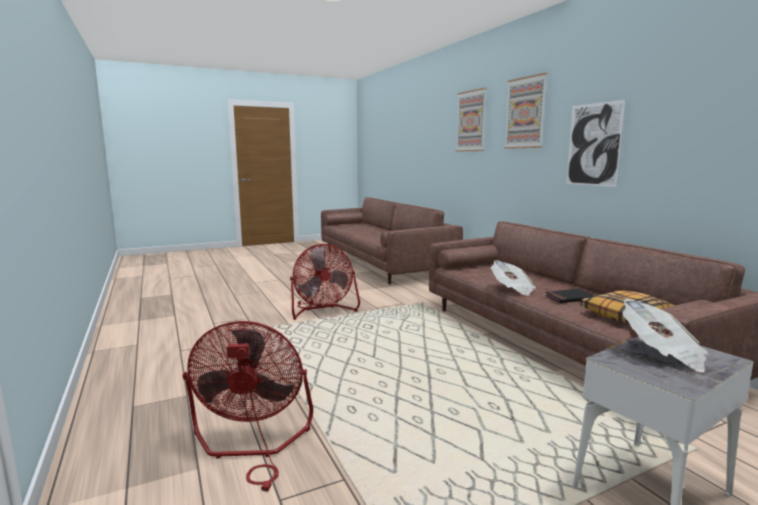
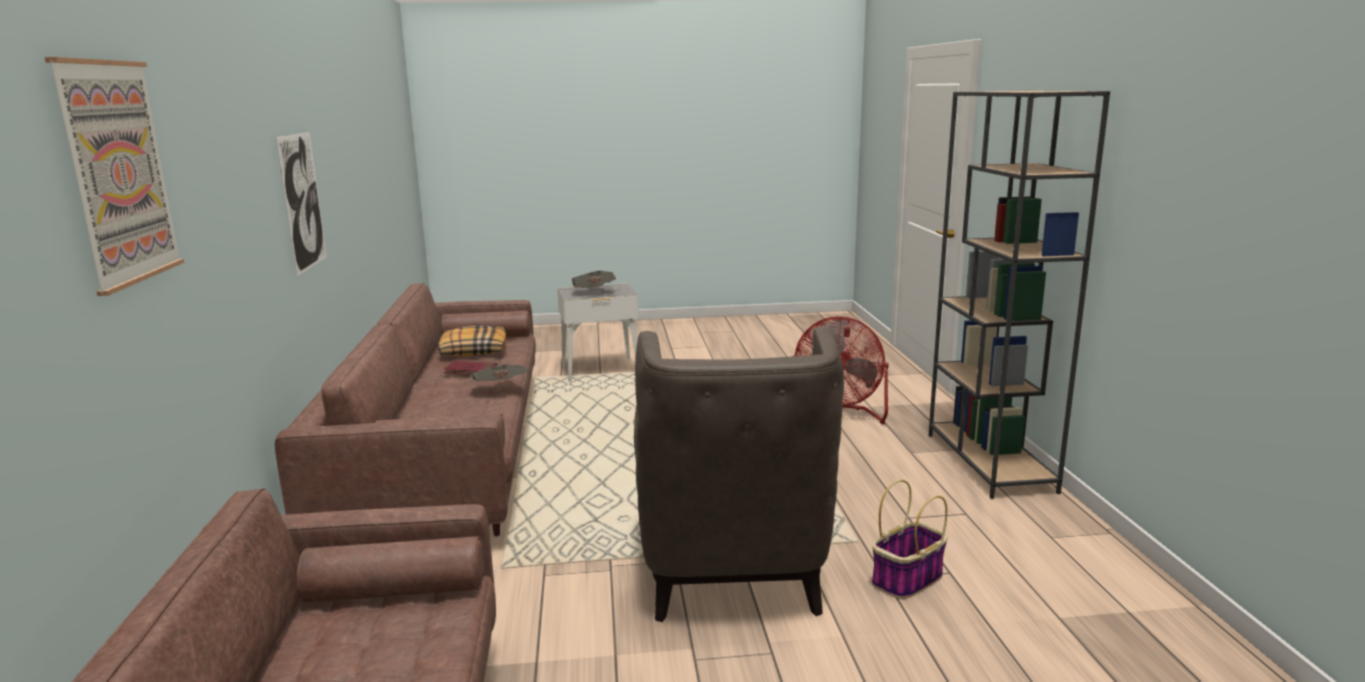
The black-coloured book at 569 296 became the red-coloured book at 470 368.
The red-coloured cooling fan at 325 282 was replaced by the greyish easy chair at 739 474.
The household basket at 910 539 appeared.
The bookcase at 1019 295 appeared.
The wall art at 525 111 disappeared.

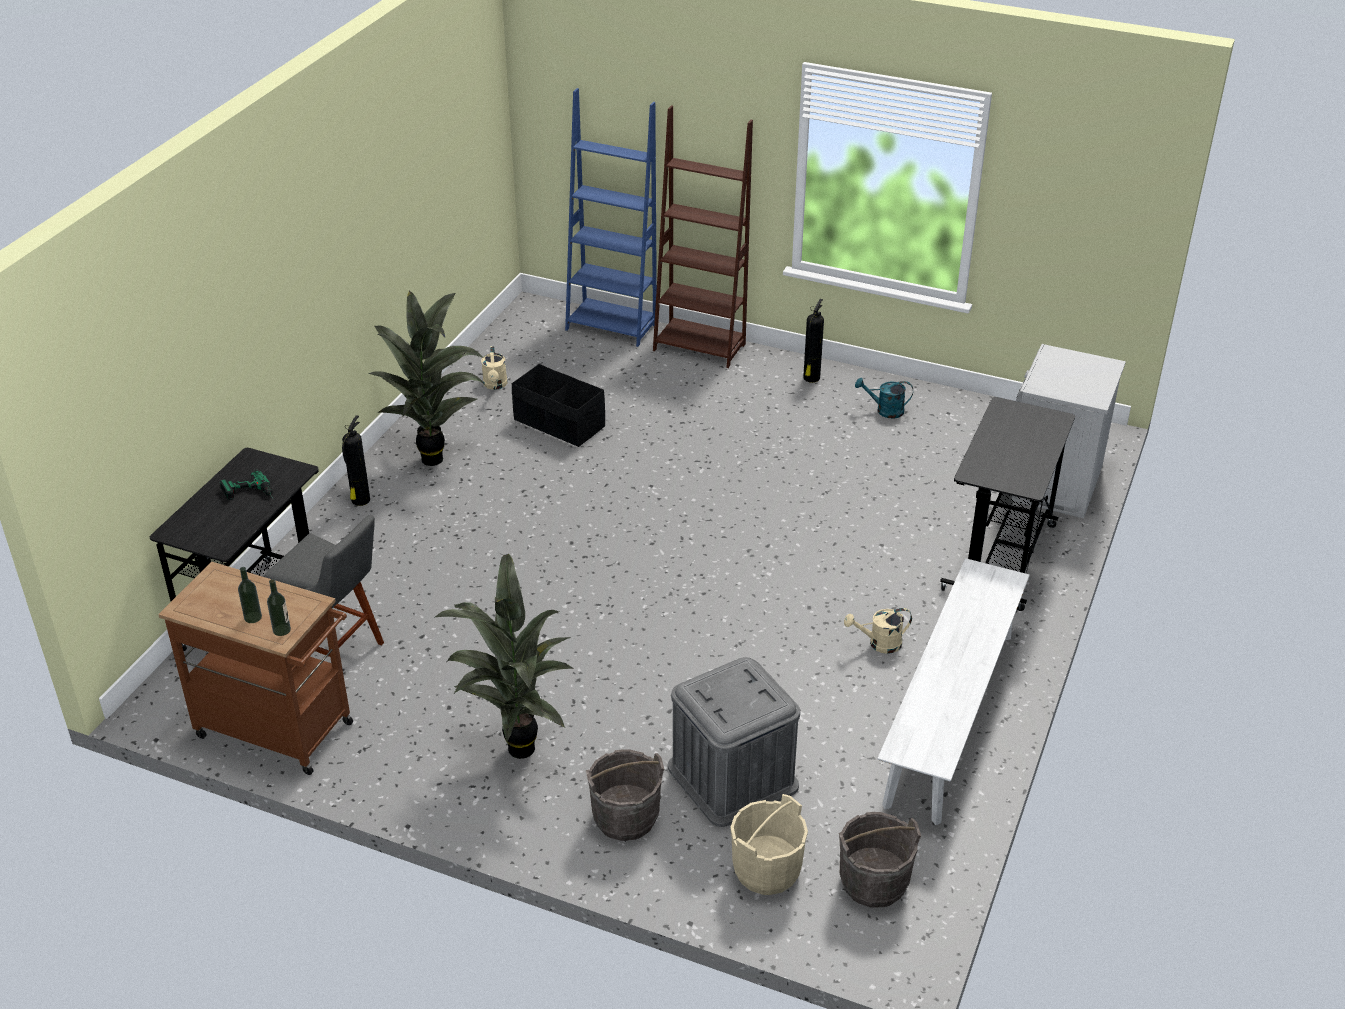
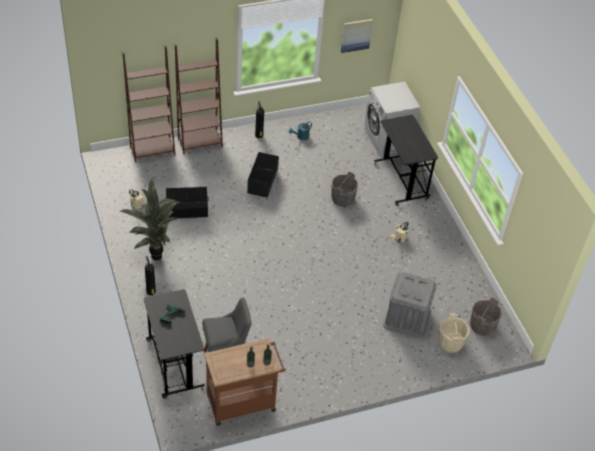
The blue-coloured bookcase at 611 217 became the brown-coloured bookcase at 148 103.
The black-coloured storage container at 263 175 appeared.
The greyish bucket moved from 625 795 to 344 189.
The wall art at 357 36 appeared.
The potted plant at 504 656 disappeared.
The white-coloured indoor bench at 954 691 disappeared.

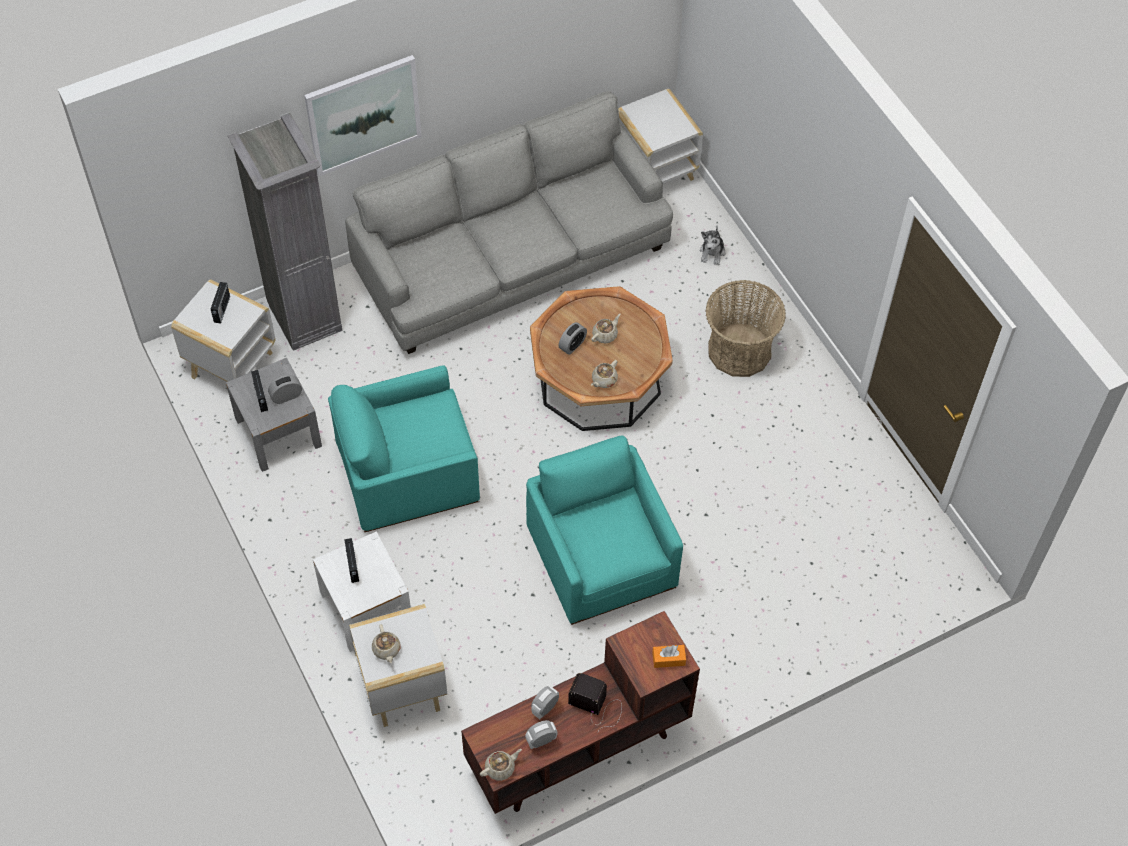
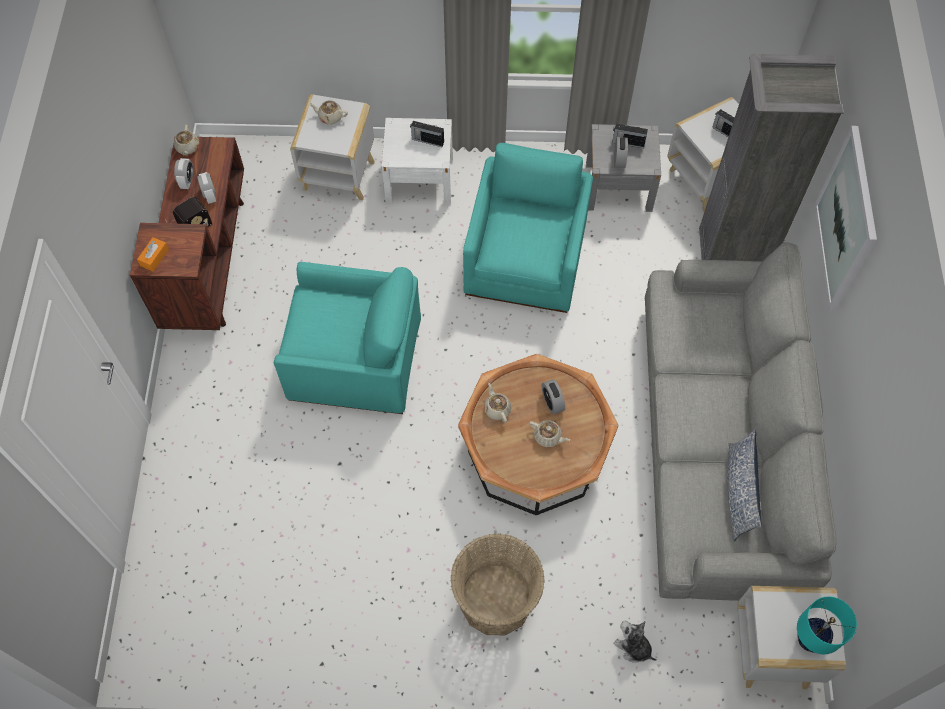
The sand-coloured teapot at 606 328 turned 45 degrees counterclockwise.
The throw pillow at 745 485 appeared.
The blue-green table lamp at 827 625 appeared.

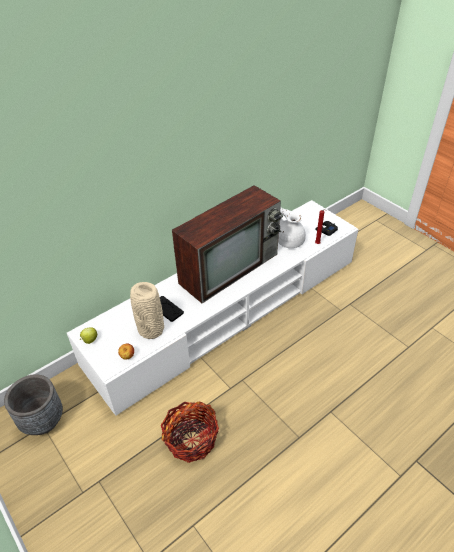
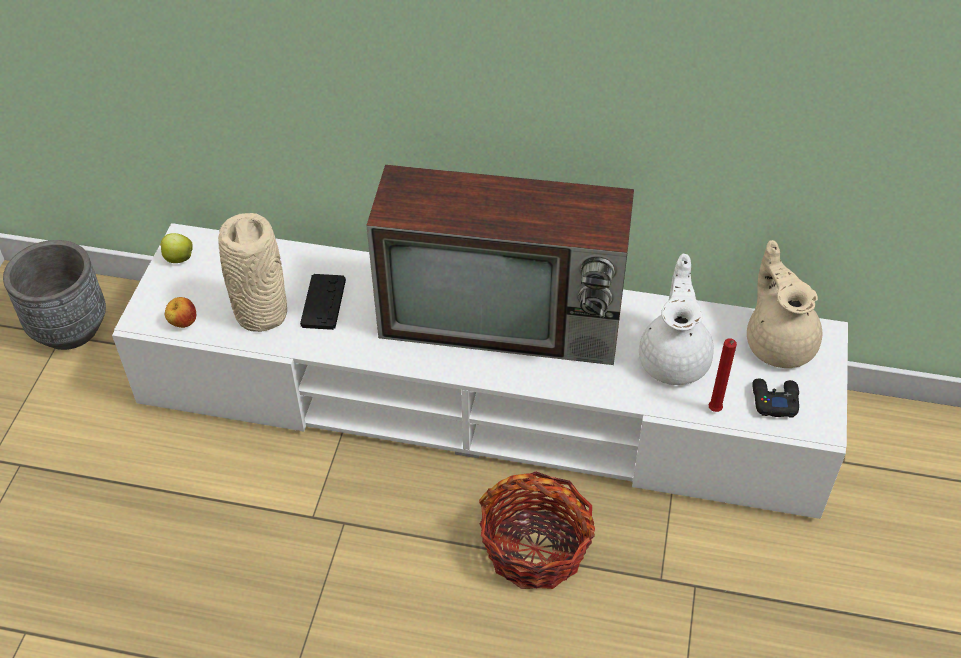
The household basket moved from 190 432 to 537 530.
The sand-coloured teapot at 784 304 appeared.

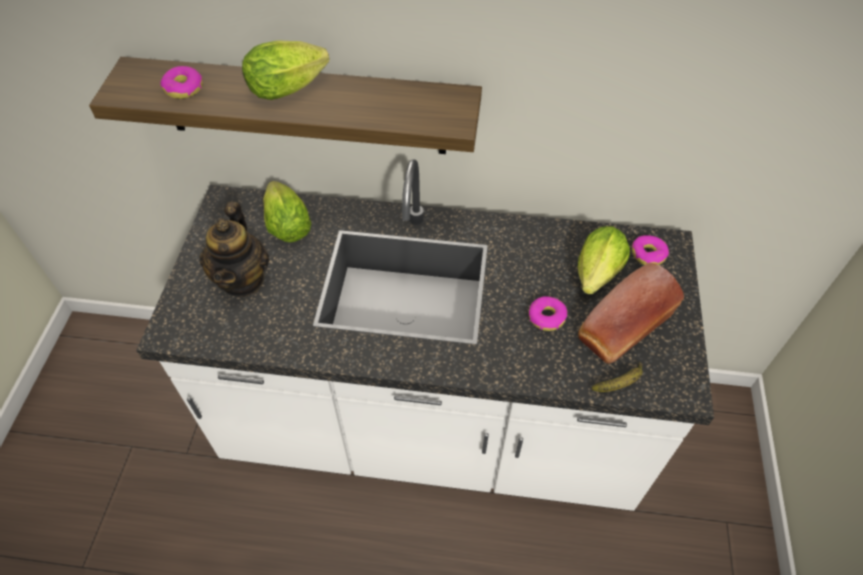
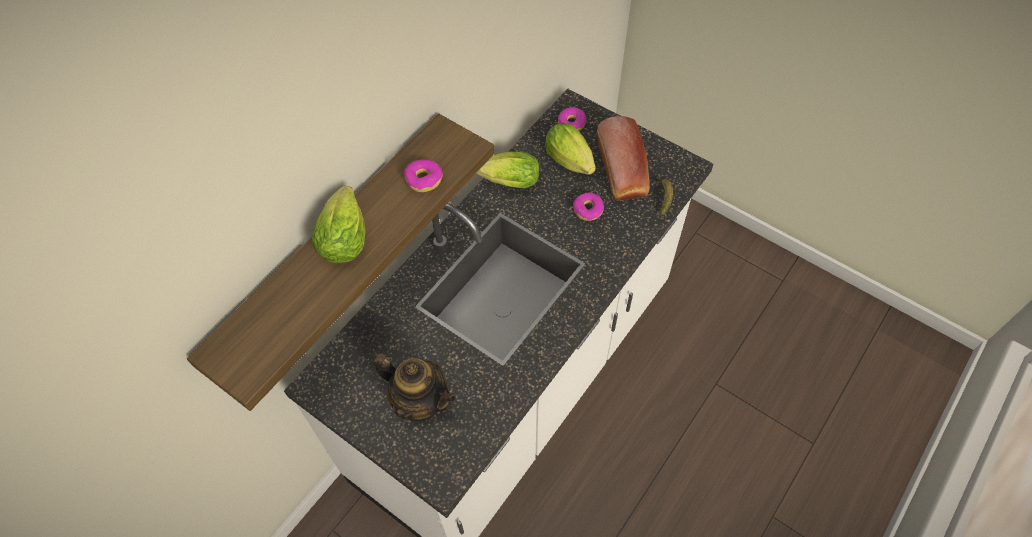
The donut moved from 181 82 to 423 175.
The head of lettuce moved from 287 212 to 507 170.

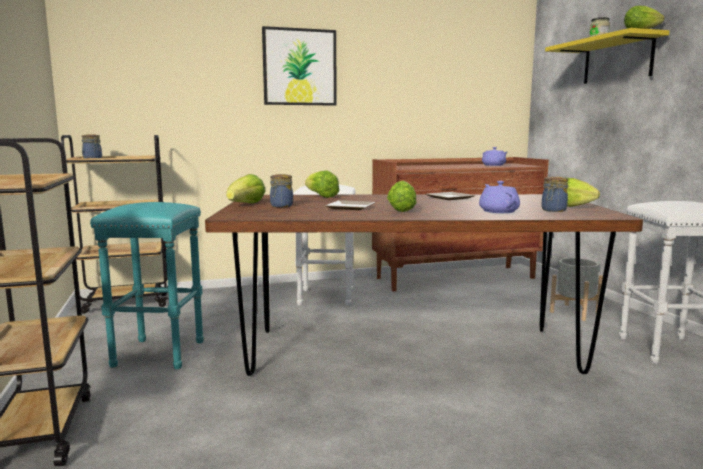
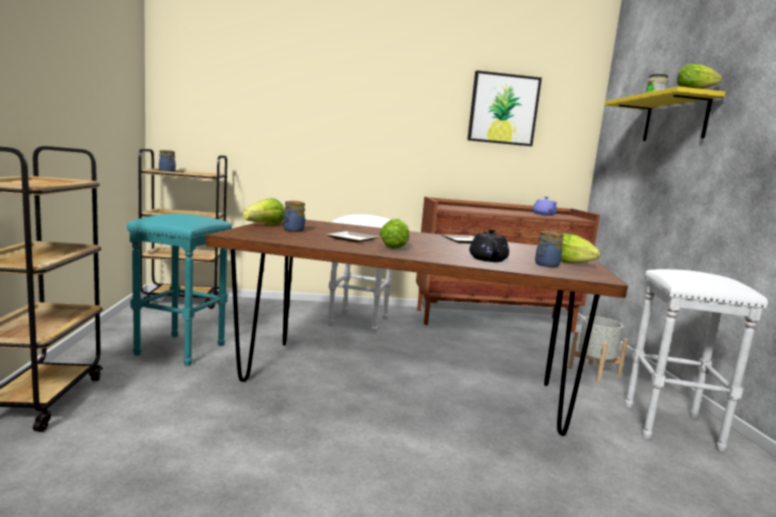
The wall art moved from 299 66 to 504 108.
The purple teapot at 499 197 became the black-coloured teapot at 489 245.
The head of lettuce at 322 184 disappeared.

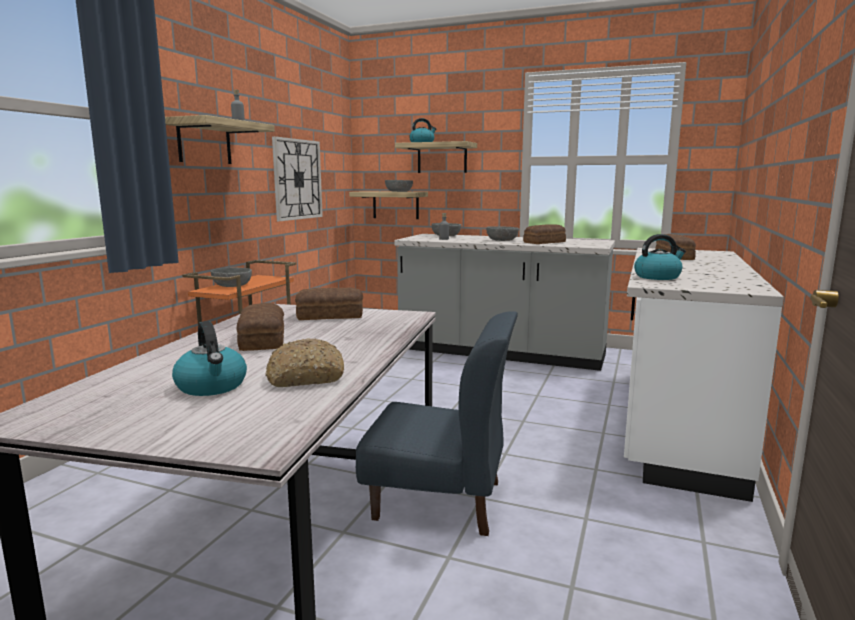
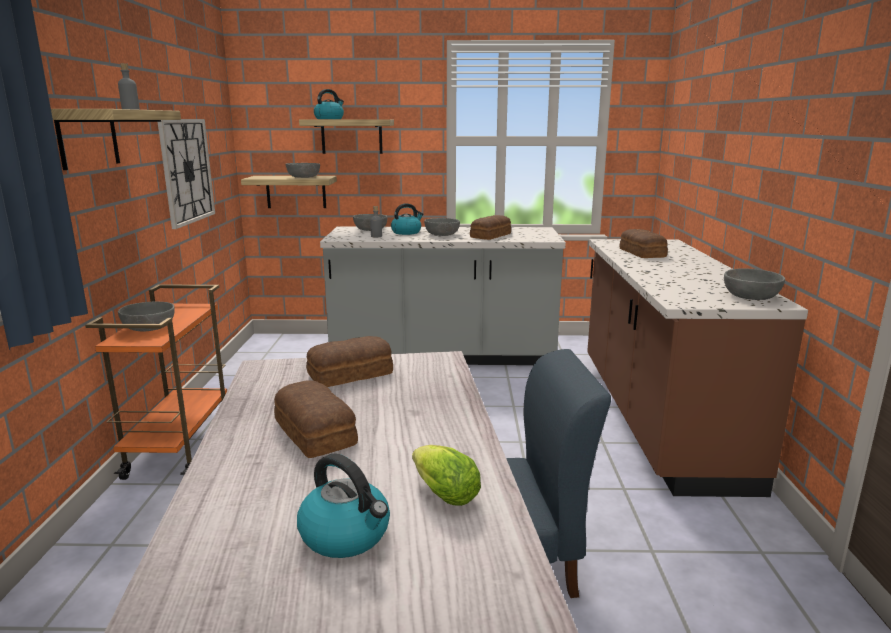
The kettle moved from 660 257 to 407 219.
The bakery bread at 304 362 was replaced by the head of lettuce at 446 475.
The white-coloured counter at 704 375 became the brown-coloured counter at 697 368.
The greyish bowl at 754 284 appeared.

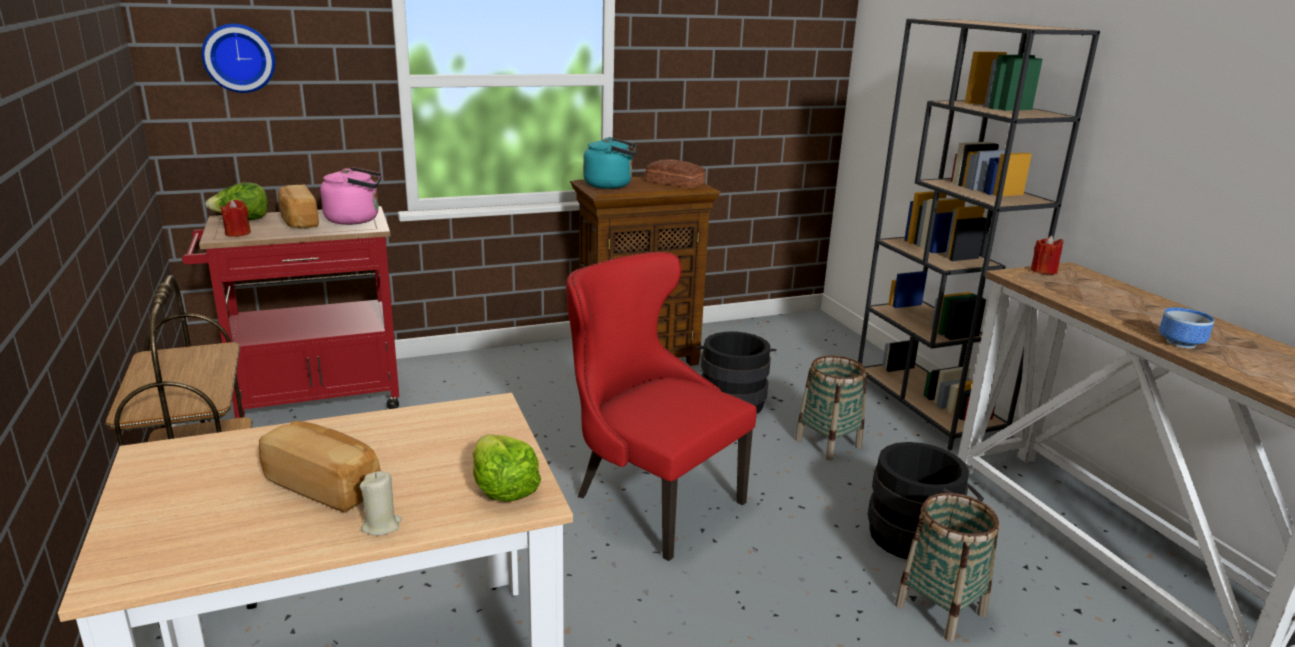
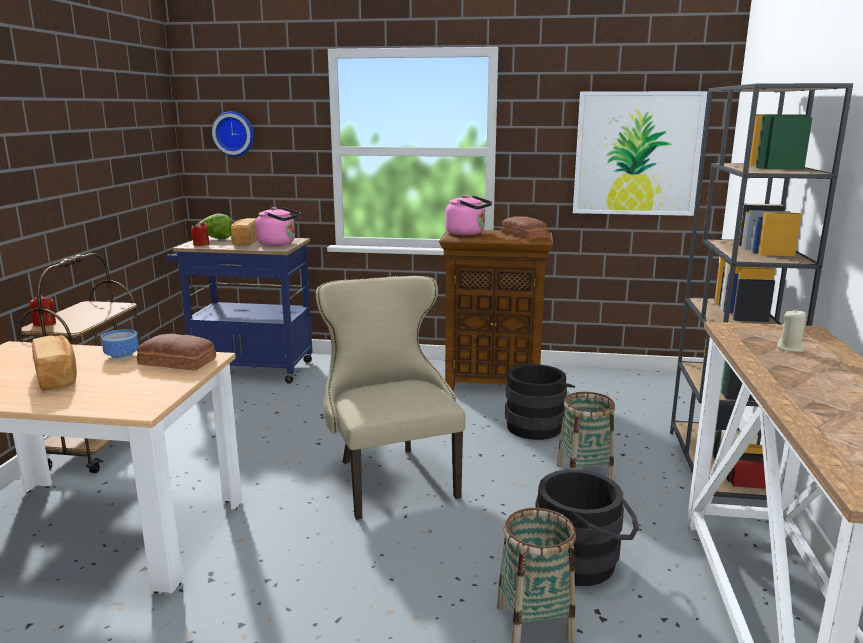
The red-coloured wax light moved from 1047 255 to 42 310.
The bowl moved from 1186 328 to 120 344.
The bakery bread at 176 352 appeared.
The red-coloured cart at 290 312 became the blue-coloured cart at 239 310.
The red-coloured upright chair at 661 406 became the sand-coloured upright chair at 391 397.
The blue-green kettle at 609 163 became the pink kettle at 469 215.
The wall art at 640 153 appeared.
The sand-coloured wax light moved from 381 503 to 791 330.
The head of lettuce at 506 468 disappeared.

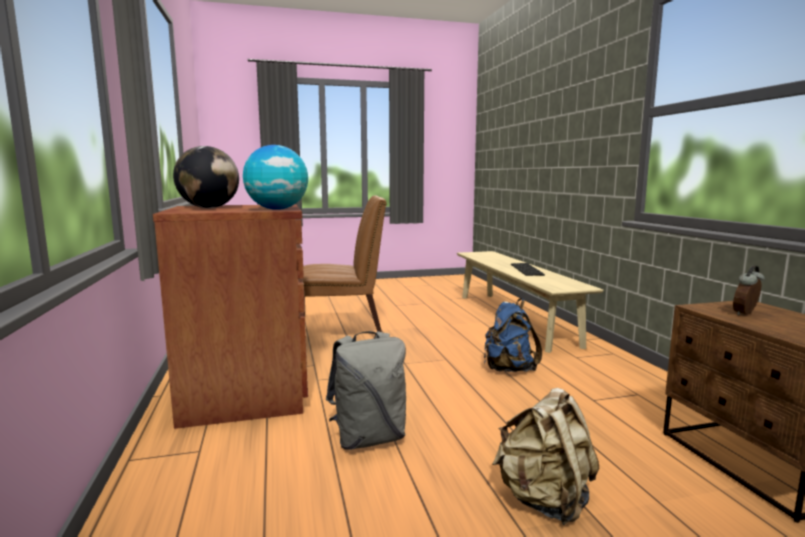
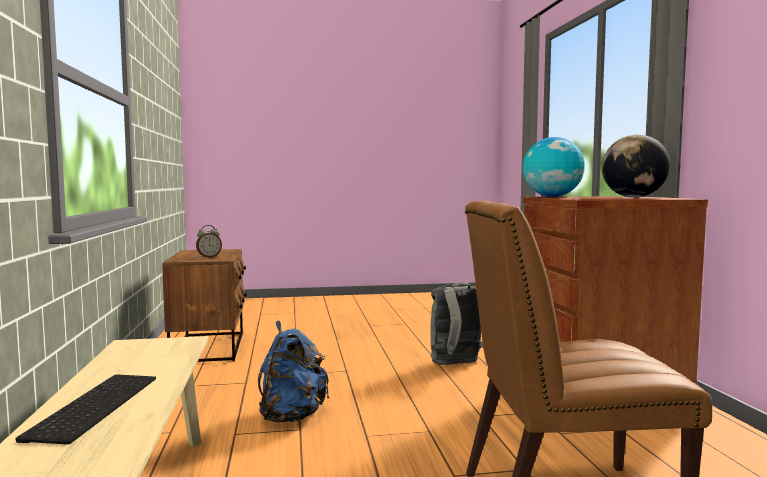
The sand-coloured knapsack at 546 456 disappeared.

